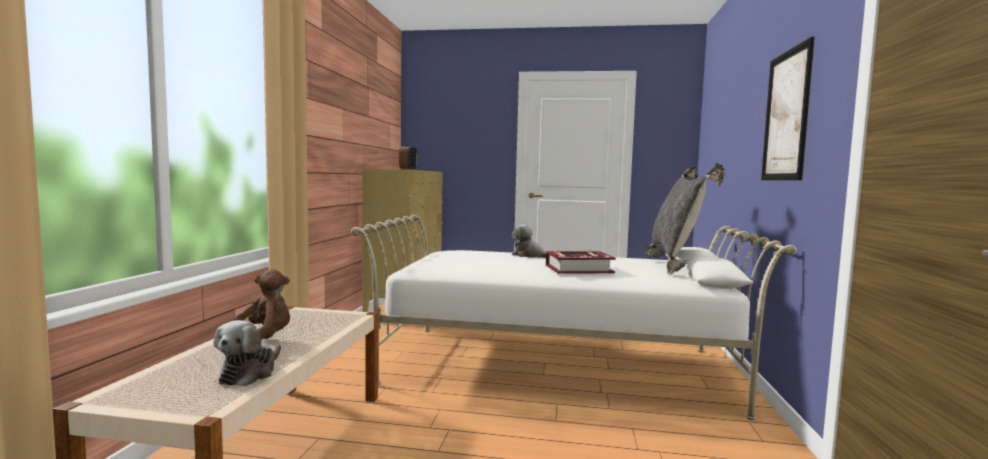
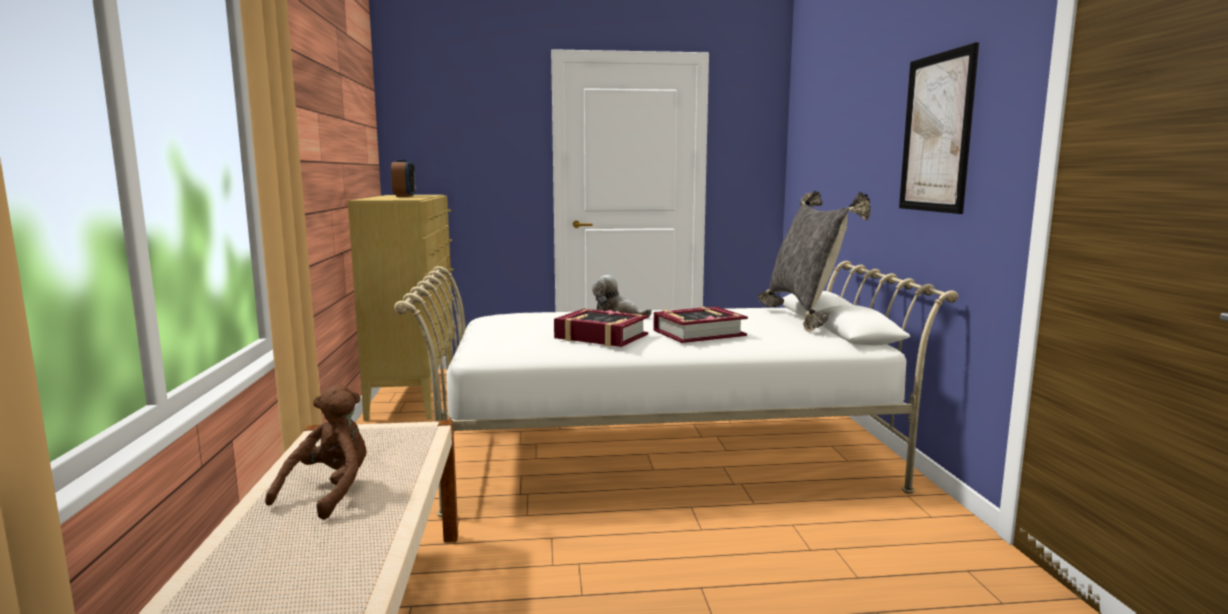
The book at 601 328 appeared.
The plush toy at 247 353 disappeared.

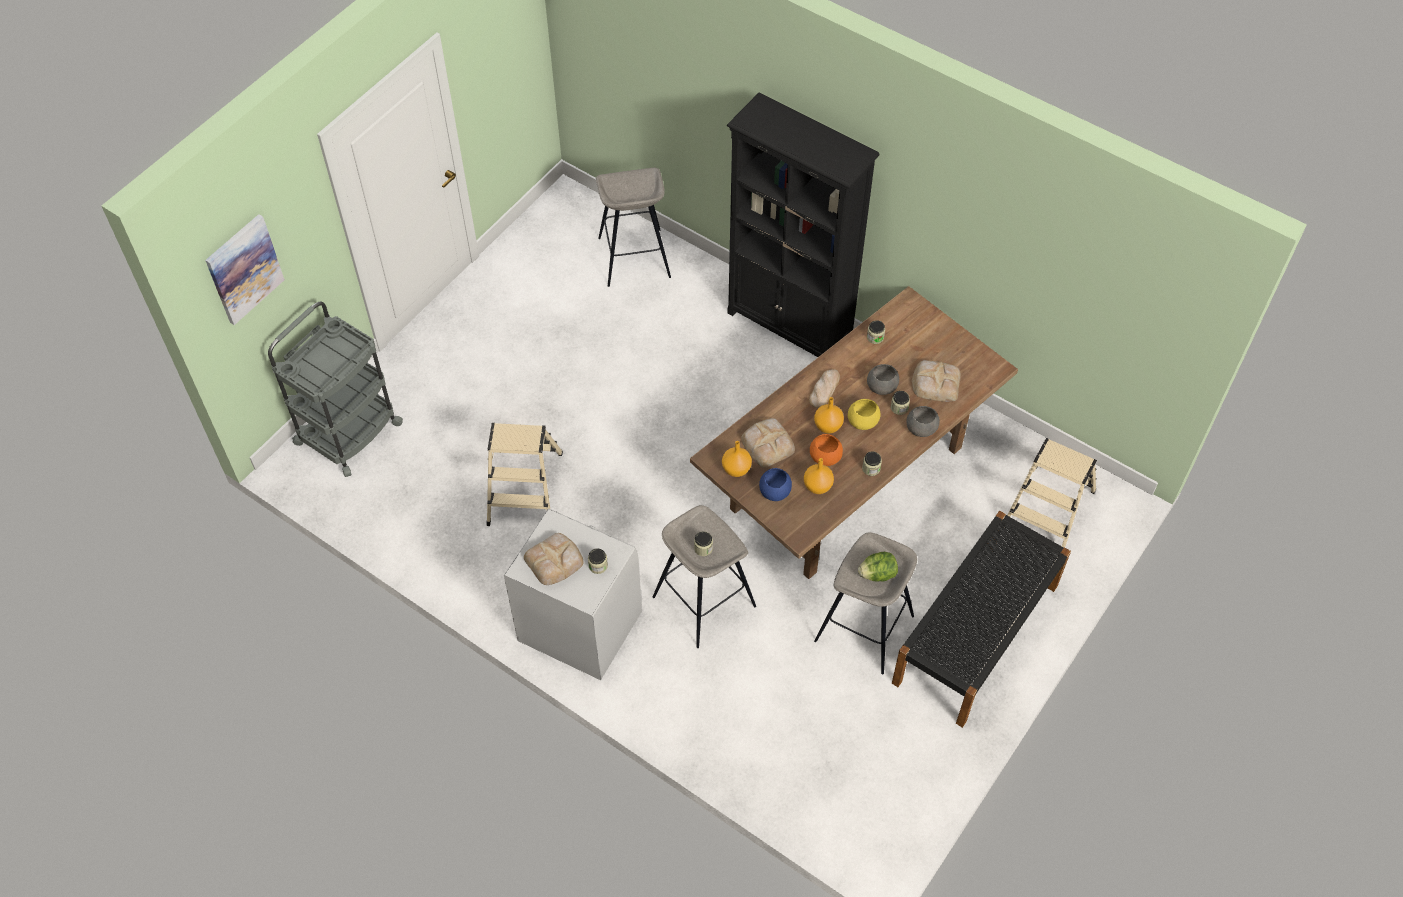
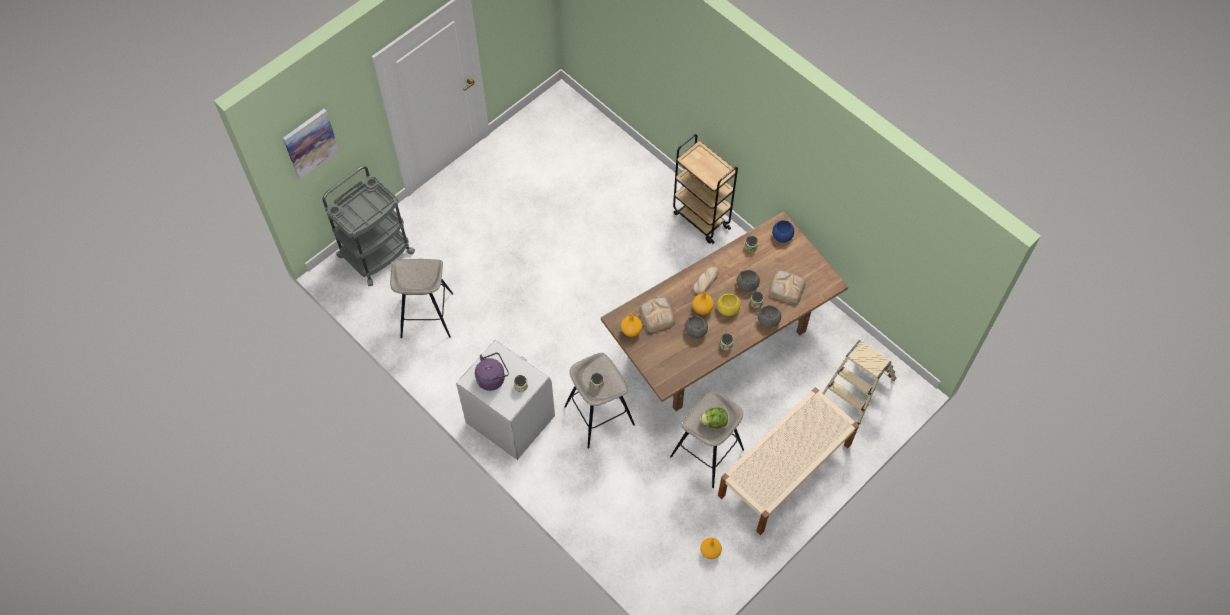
The greyish stool moved from 633 227 to 421 298.
The bakery bread at 553 559 was replaced by the purple kettle at 492 371.
The black-coloured bookcase at 803 225 was replaced by the brown-coloured cart at 705 189.
The orangey bowl at 826 450 became the greyish bowl at 696 327.
The orangey decorative vase moved from 819 476 to 711 548.
The black-coloured indoor bench at 981 619 became the sand-coloured indoor bench at 788 461.
The blue-coloured bowl moved from 775 484 to 783 231.
The sand-coloured step stool at 525 474 disappeared.

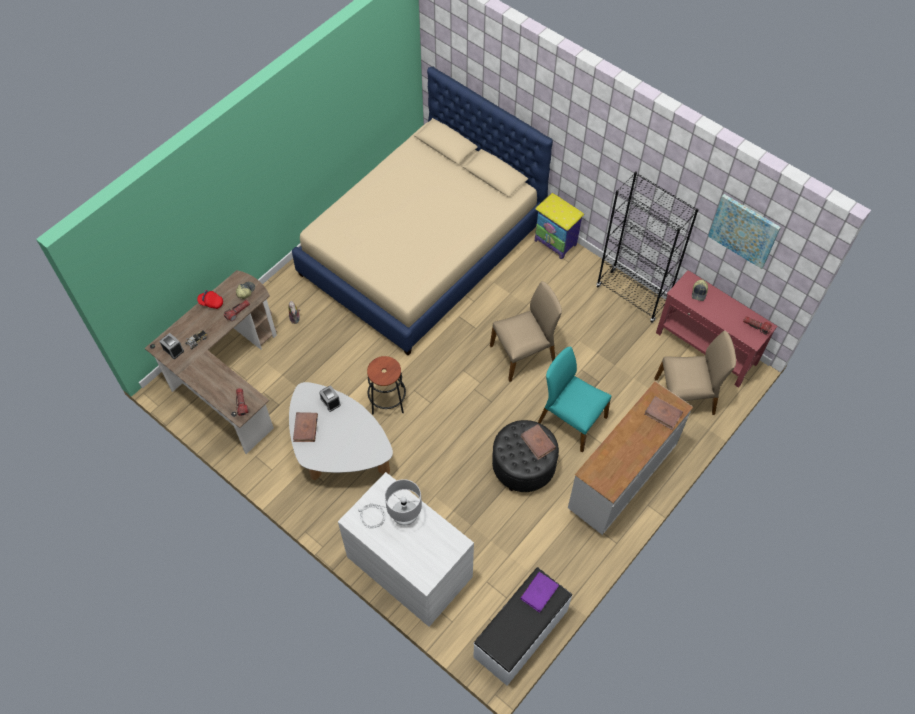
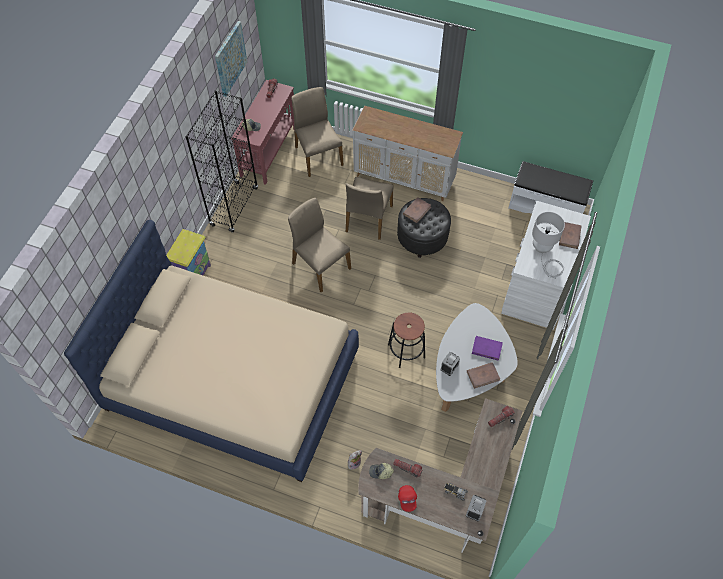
The blue-green upright chair at 574 400 became the sand-coloured upright chair at 369 208.
The purple book moved from 539 592 to 487 348.
The brown-coloured book moved from 663 413 to 570 235.

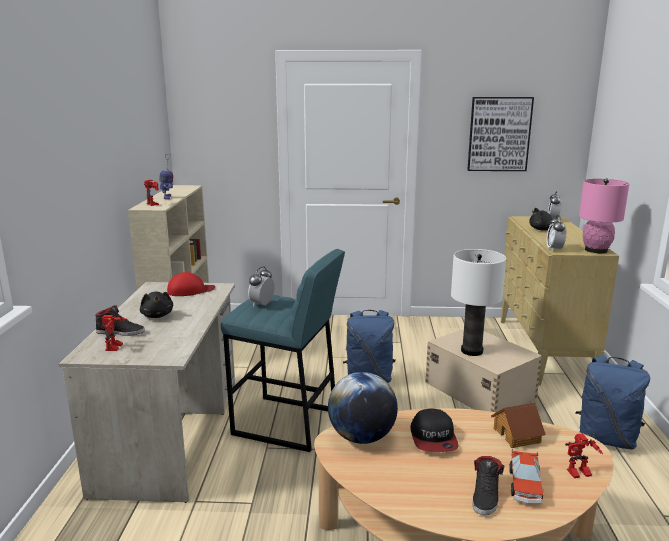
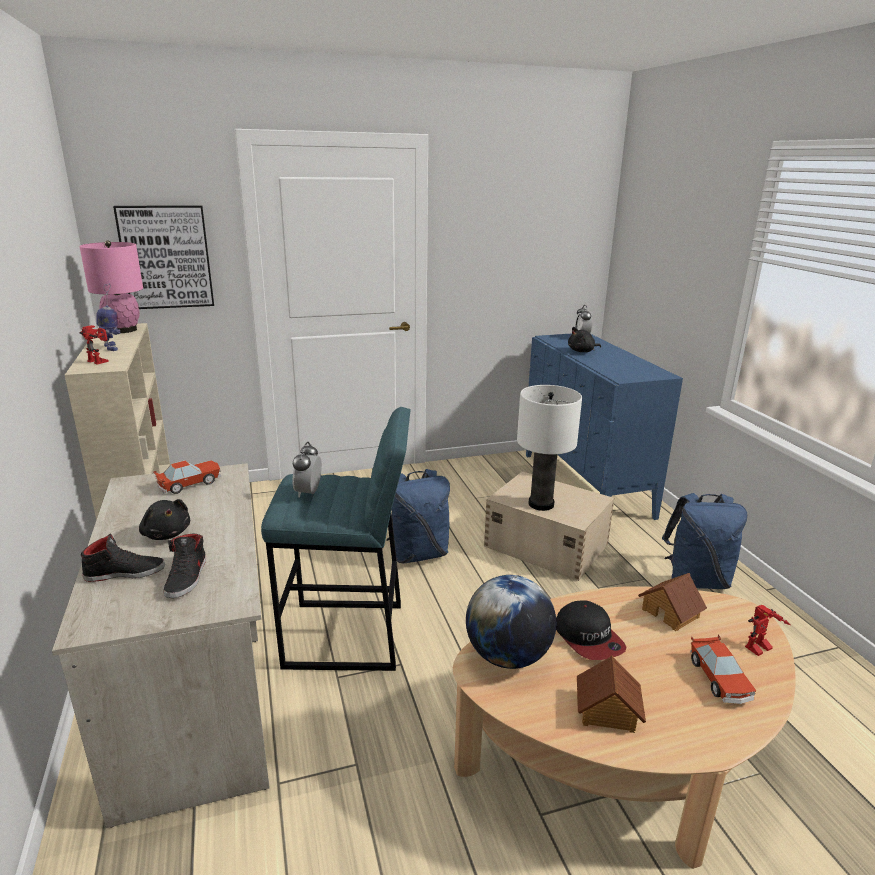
The pink table lamp moved from 604 215 to 111 286.
The wall art moved from 500 134 to 163 257.
The red-coloured cap at 191 284 was replaced by the model car at 187 477.
The black-coloured low shoe moved from 488 485 to 184 565.
The sand-coloured drawer chest at 560 301 became the blue-coloured drawer chest at 604 426.
The miniature house at 611 694 appeared.
The model robot at 114 333 disappeared.
The bedside clock at 556 233 disappeared.

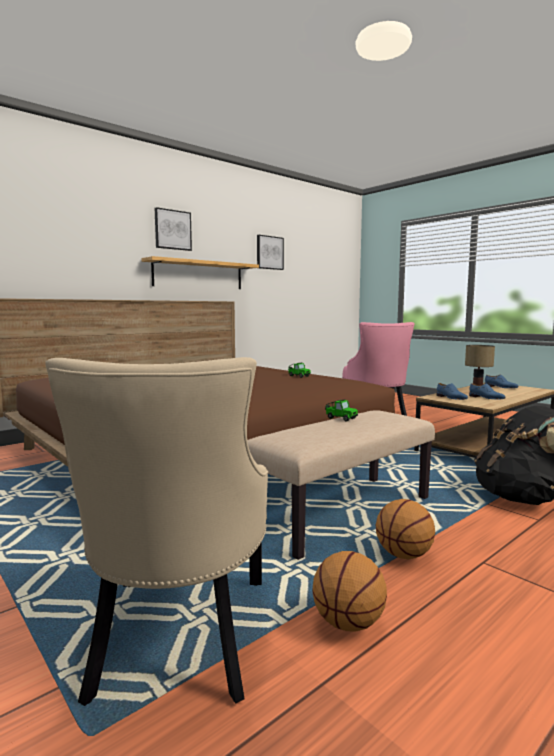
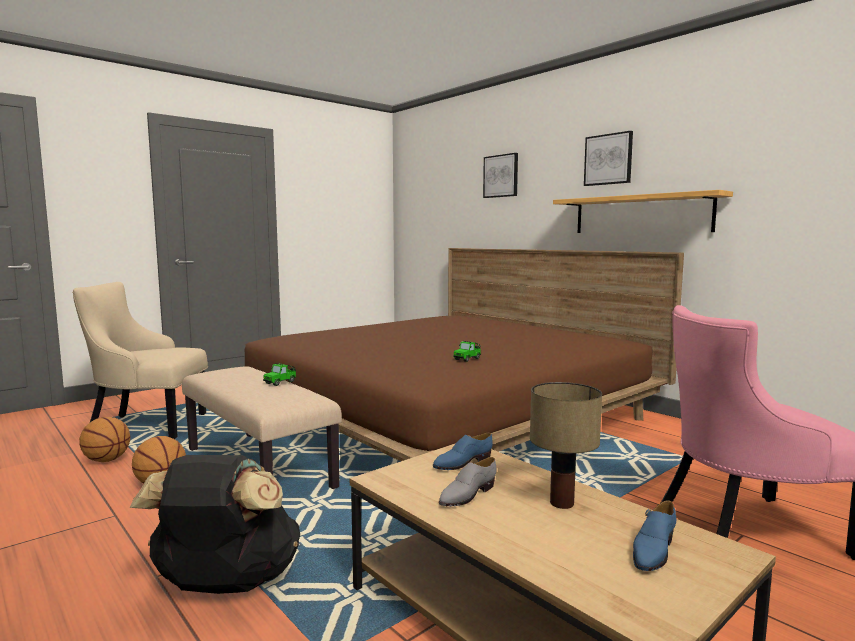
The blue-coloured low shoe at 487 391 became the greyish low shoe at 468 481.
The wall art moved from 270 252 to 500 175.

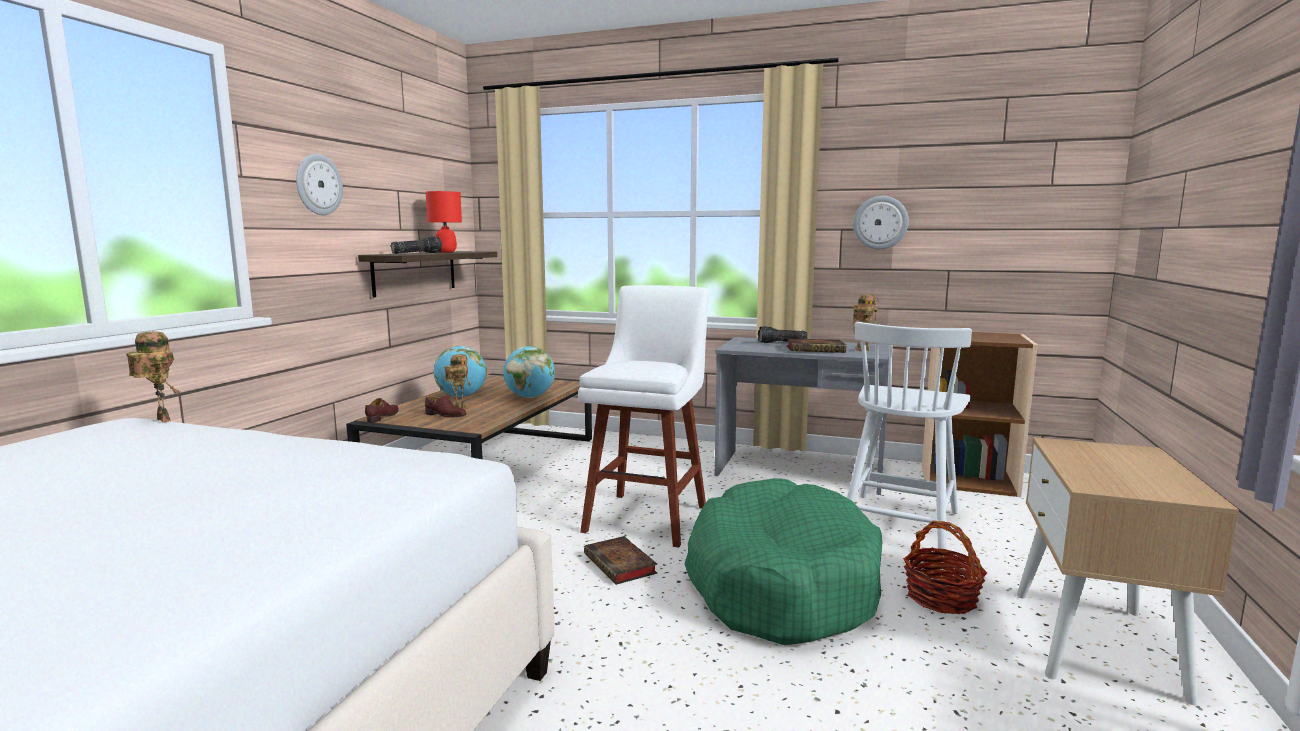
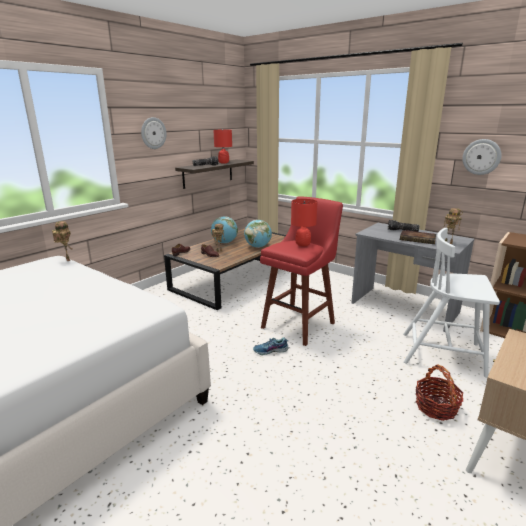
The book at 620 560 was replaced by the low shoe at 271 346.
The white-coloured stool at 643 416 became the red-coloured stool at 301 271.
The red-coloured table lamp at 304 222 appeared.
The white-coloured upright chair at 909 439 turned 60 degrees clockwise.
The green dog cushion at 783 561 disappeared.

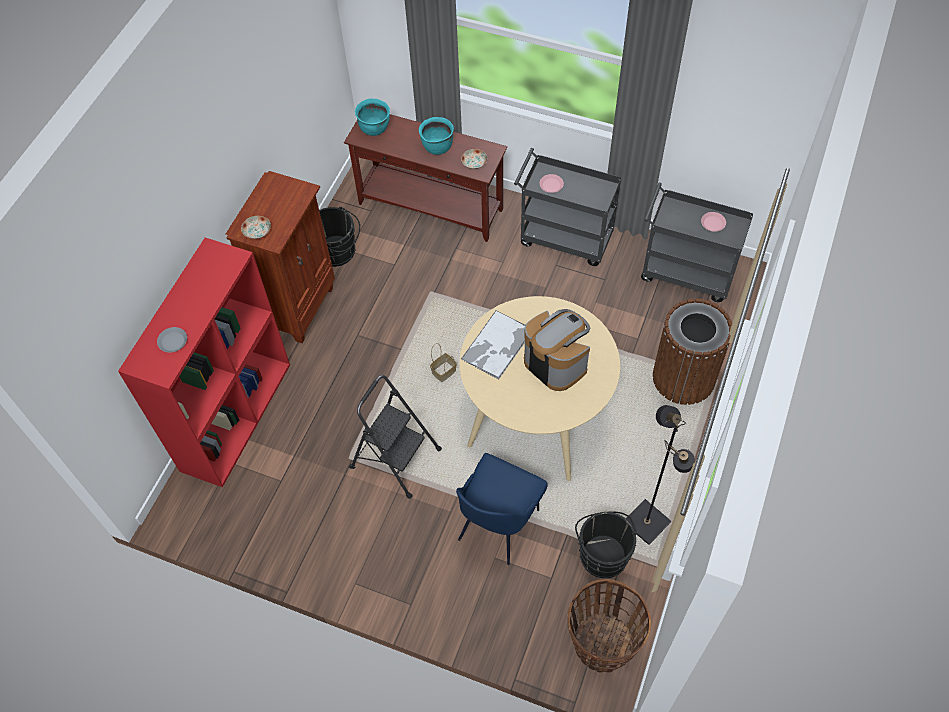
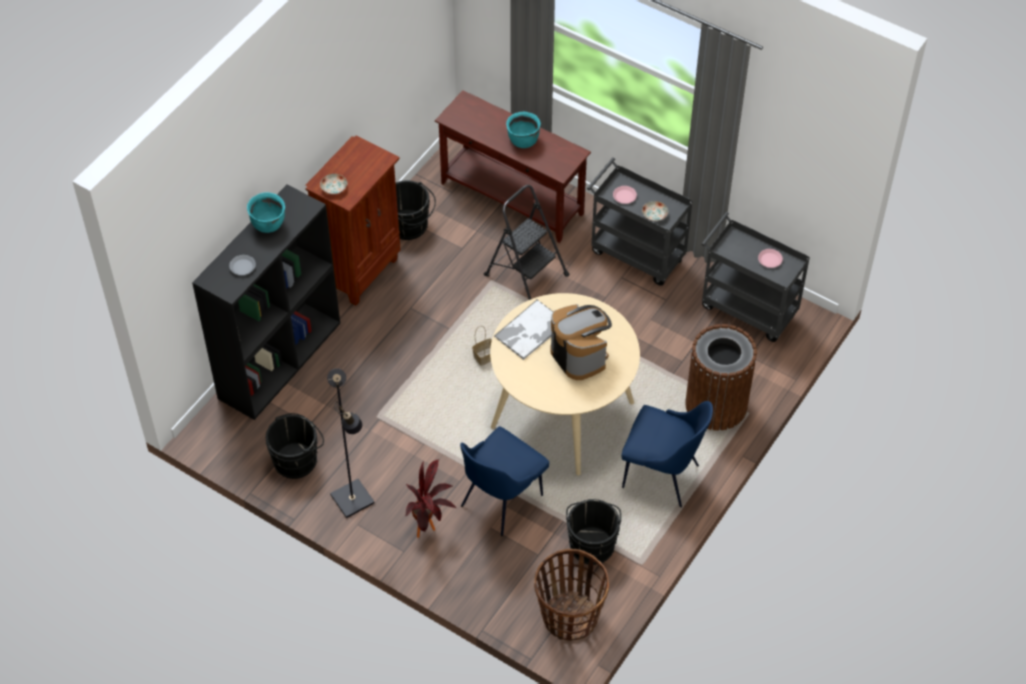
The red-coloured bookcase at 204 362 became the black-coloured bookcase at 266 302.
The blue-green cooking pot moved from 372 117 to 266 212.
The black-coloured bucket at 295 446 appeared.
The black-coloured floor lamp moved from 660 475 to 351 443.
The potted plant at 430 499 appeared.
The black-coloured step stool moved from 395 437 to 527 242.
The blue-coloured upright chair at 667 454 appeared.
The plate moved from 474 159 to 655 211.

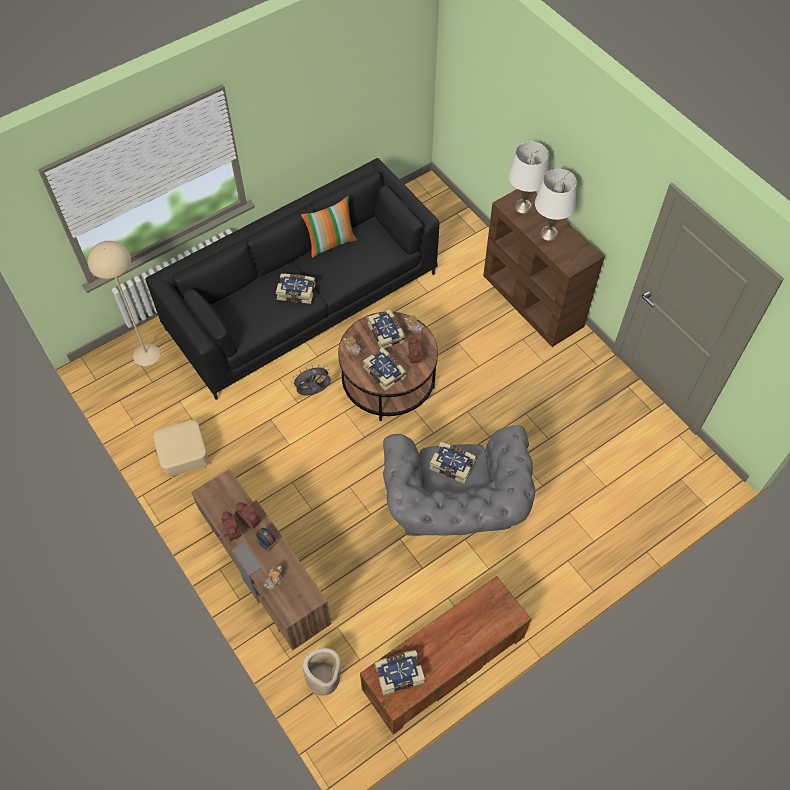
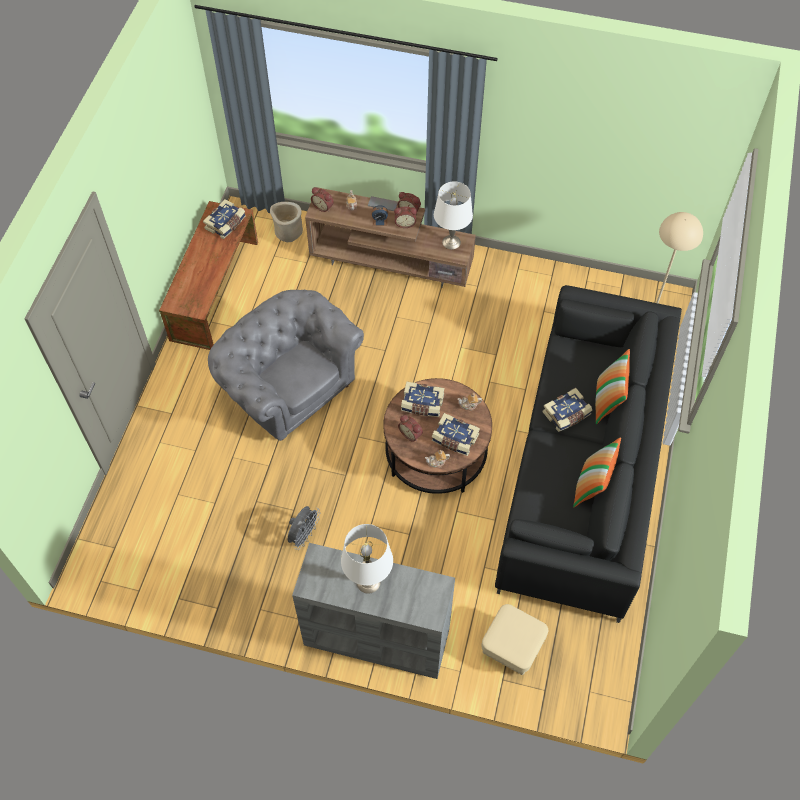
The greyish cooling fan moved from 311 380 to 304 528.
The brown-coloured bookcase at 544 268 became the greyish bookcase at 373 611.
The bedside clock at 322 199 appeared.
The white-coloured table lamp moved from 528 178 to 453 215.
The sand-coloured footrest moved from 180 449 to 514 639.
The throw pillow at 612 386 appeared.
The book at 452 463 disappeared.

